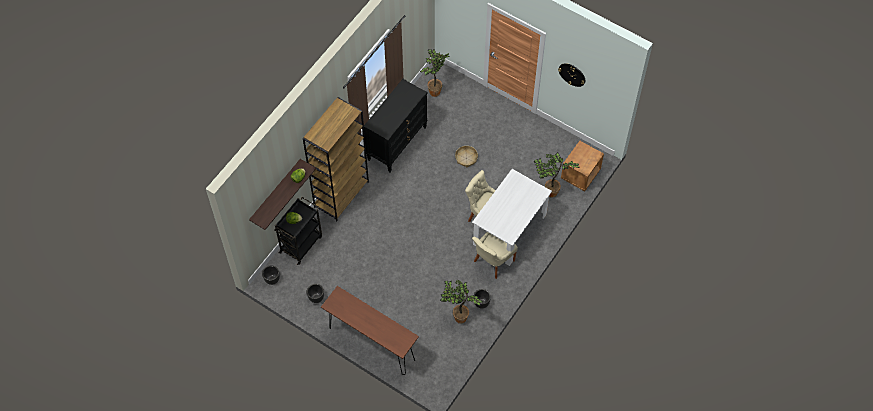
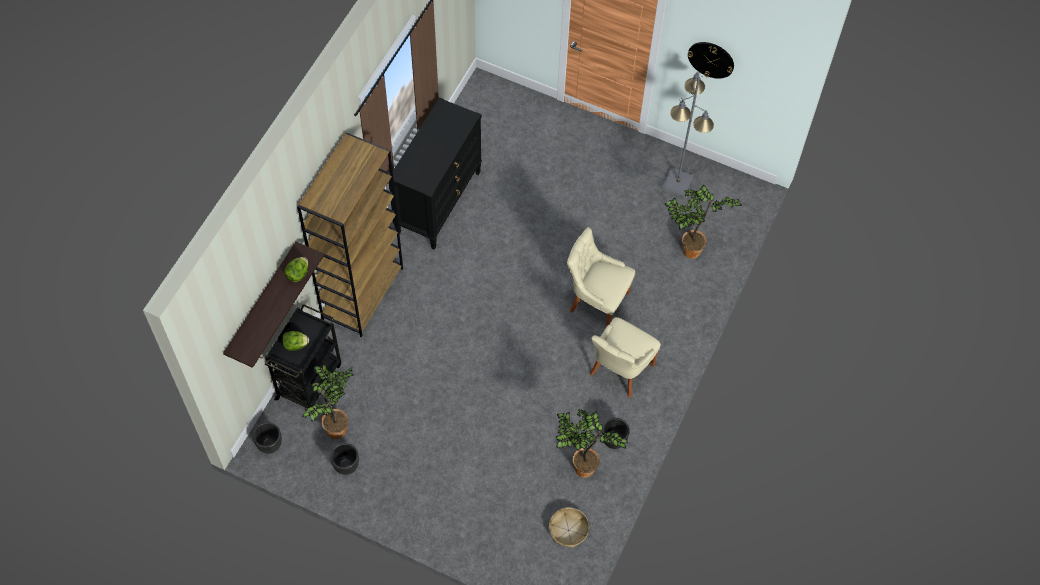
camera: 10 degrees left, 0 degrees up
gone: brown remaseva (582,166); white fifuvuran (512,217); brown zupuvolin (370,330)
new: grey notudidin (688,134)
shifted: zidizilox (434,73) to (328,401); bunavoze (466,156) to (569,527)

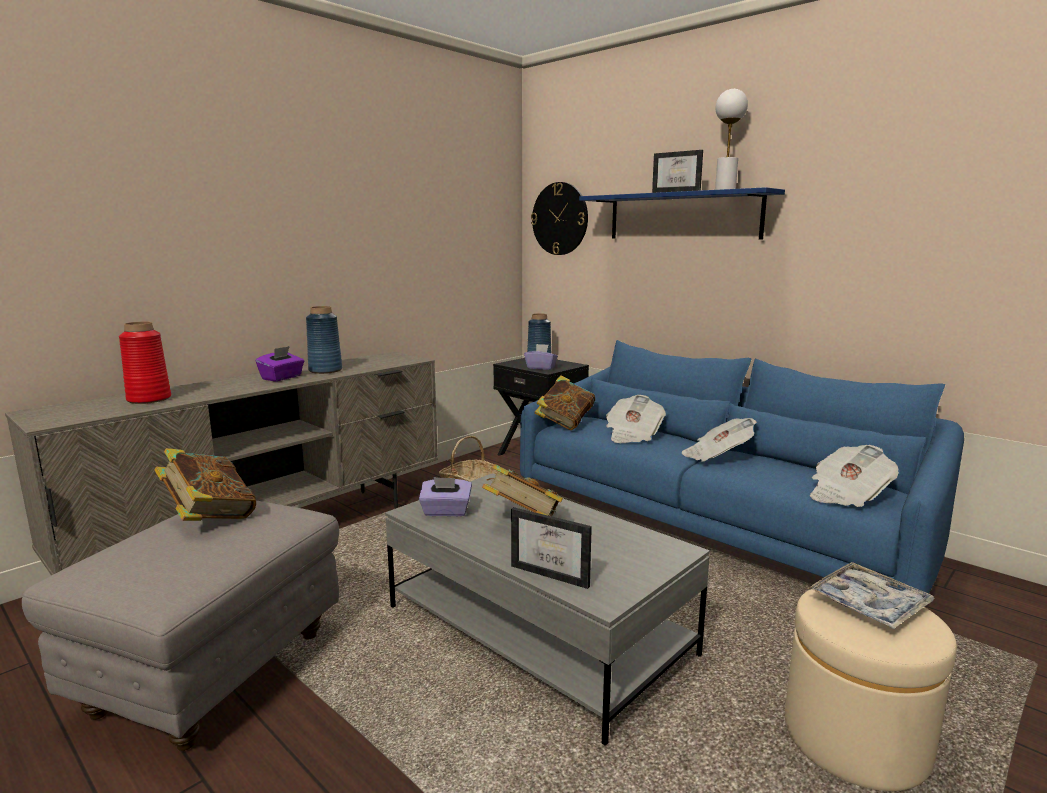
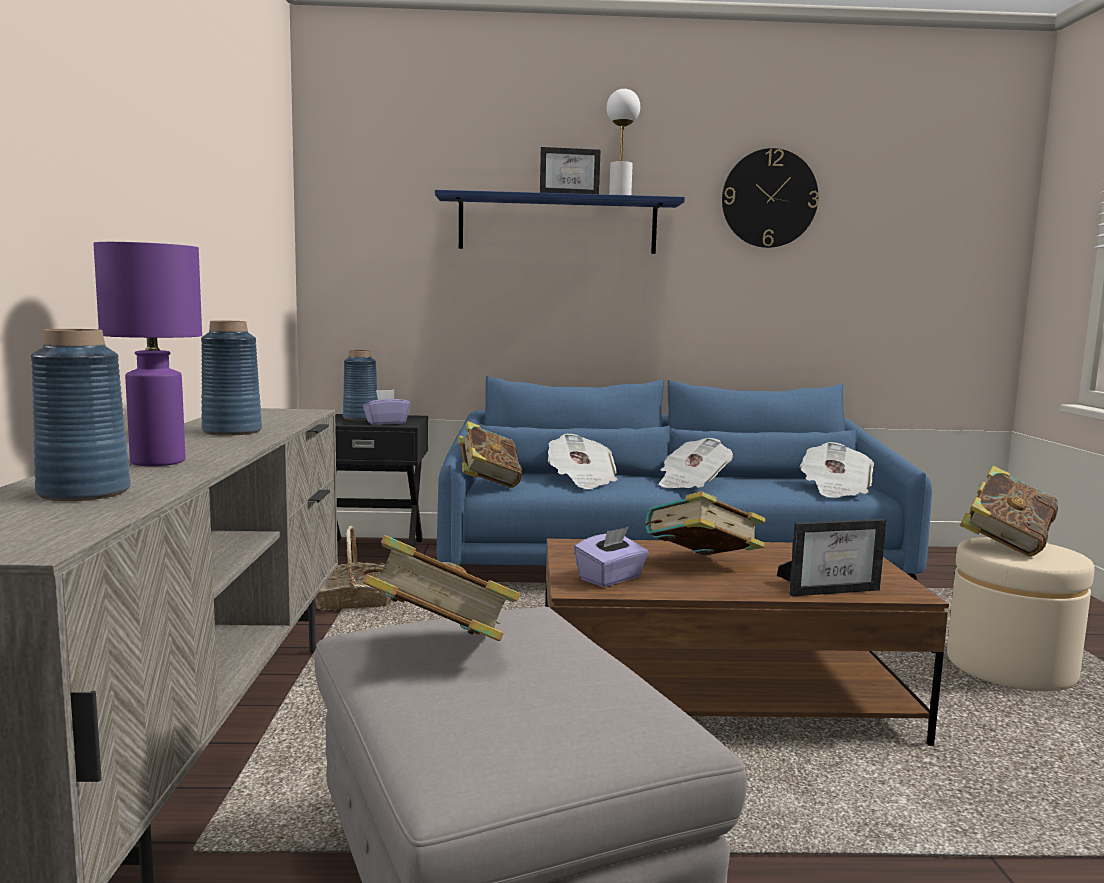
camera: 45 degrees left, 5 degrees down
gone: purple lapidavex (280,363)
new: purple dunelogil (147,354)
shifted: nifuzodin (559,218) to (770,198)
swapped: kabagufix (870,595) to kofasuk (1009,511)
repainted: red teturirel (145,363) to blue teturirel (81,415); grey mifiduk (547,609) to brown mifiduk (747,642)

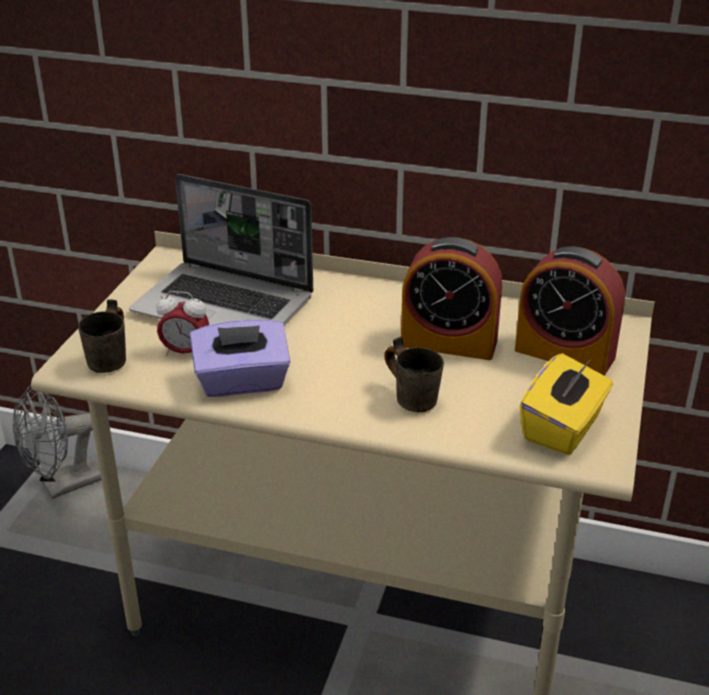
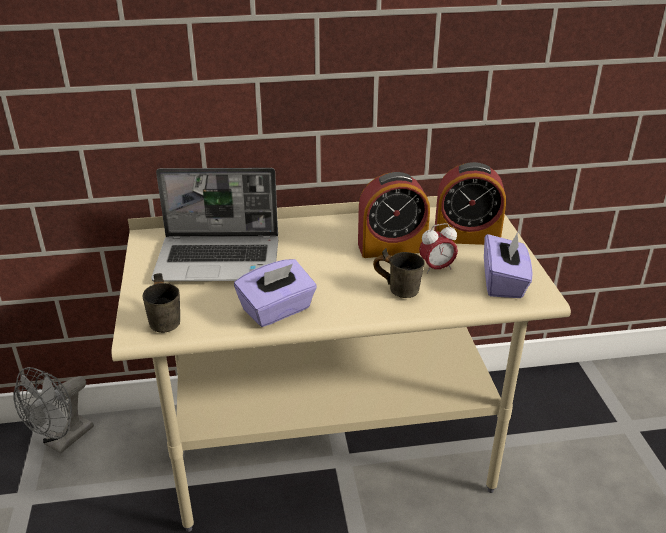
camera: 25 degrees left, 0 degrees up
shifted: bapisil (182,323) to (438,248)
repainted: yellow lapidavex (566,404) to purple lapidavex (508,265)

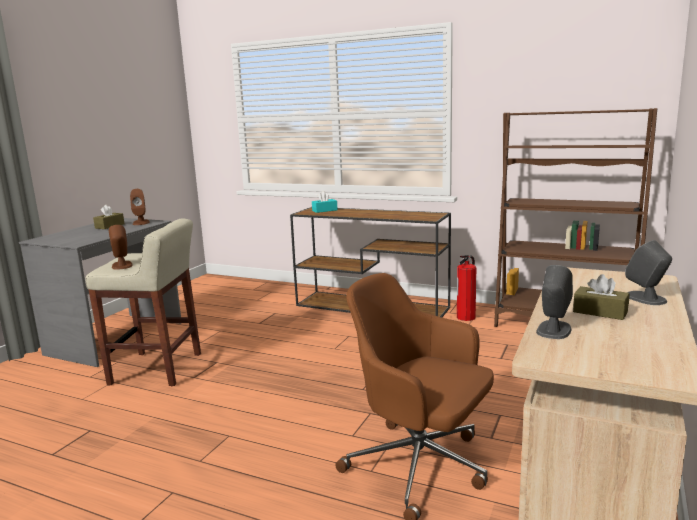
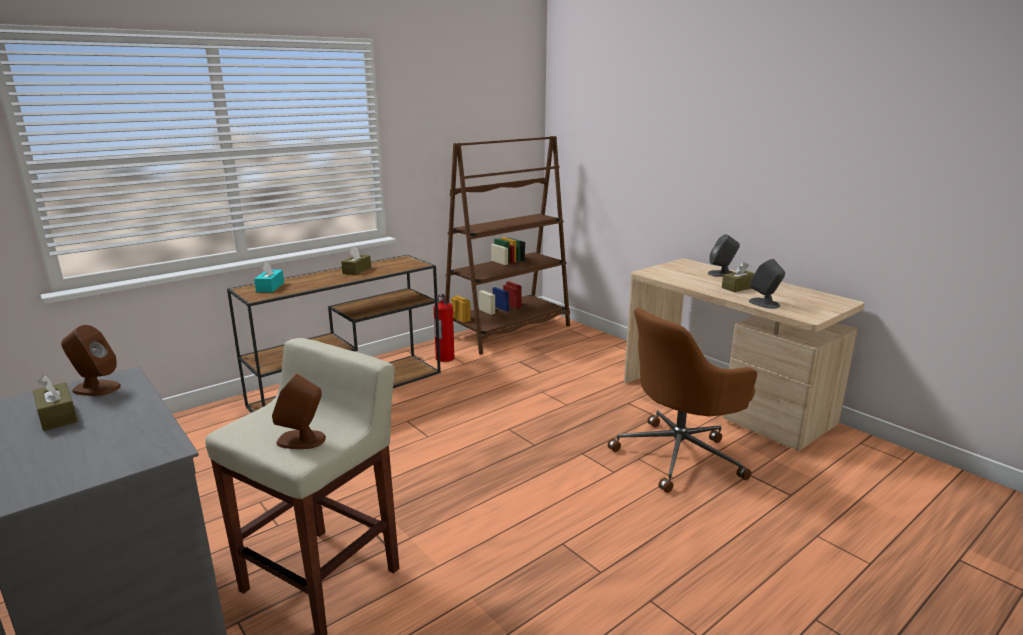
camera: 65 degrees left, 5 degrees up
new: brown lapidavex (356,260)

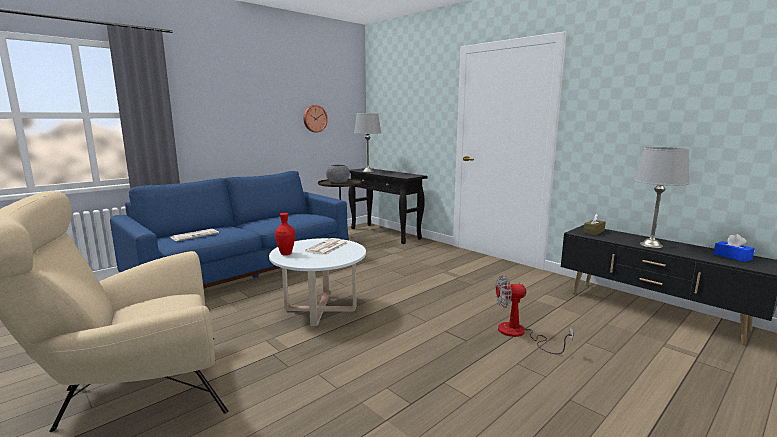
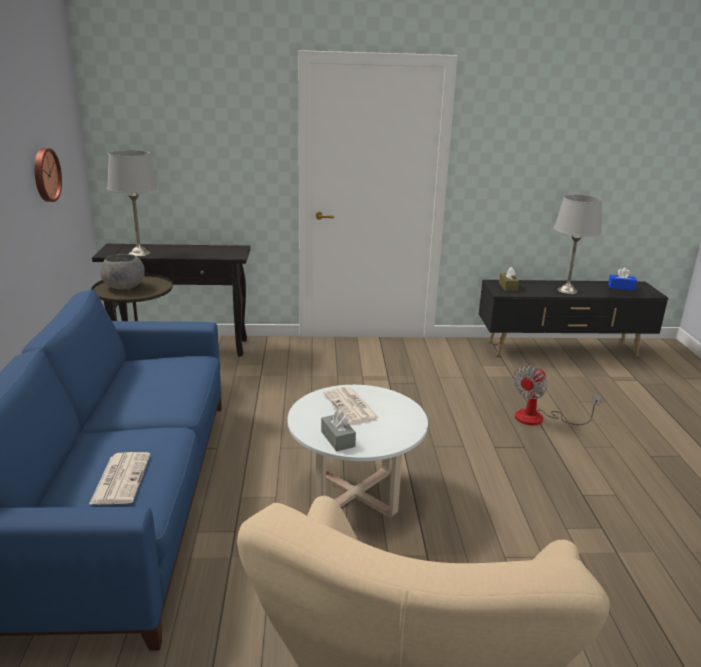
camera: 50 degrees left, 10 degrees up
swapped: red teturirel (285,234) to grey lapidavex (338,430)

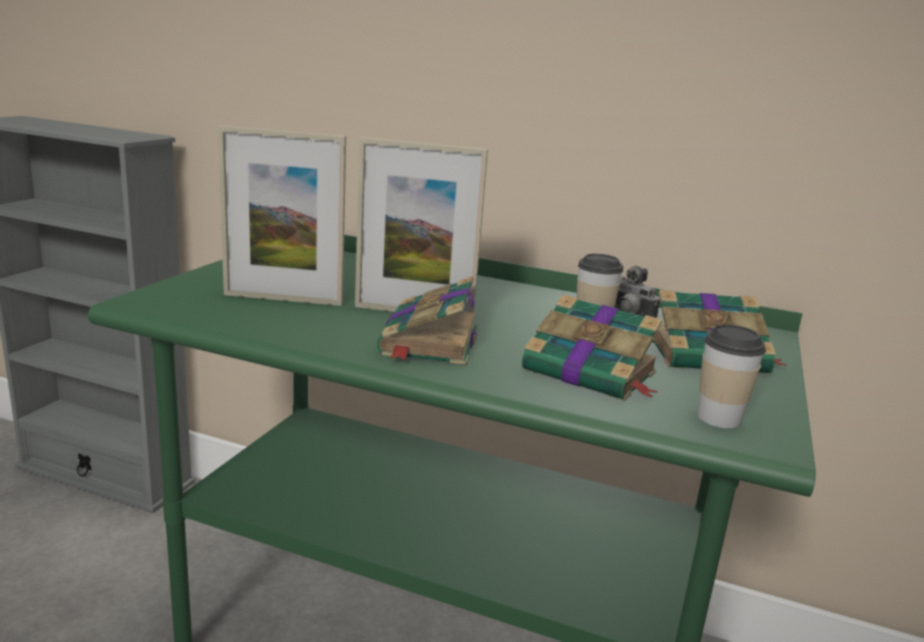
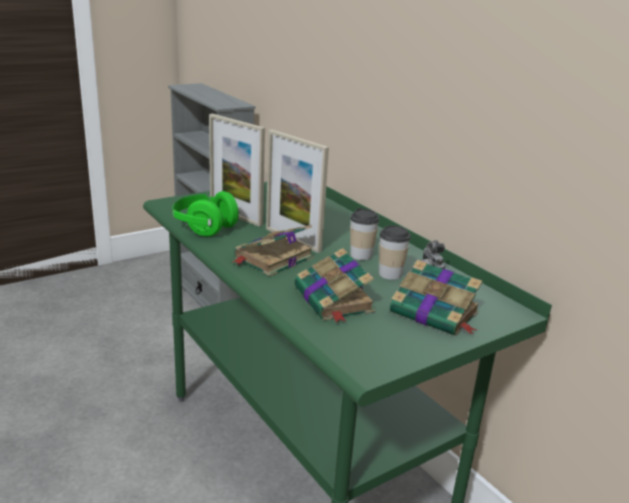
camera: 35 degrees right, 5 degrees up
new: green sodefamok (206,214)
shifted: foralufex (731,376) to (364,234)

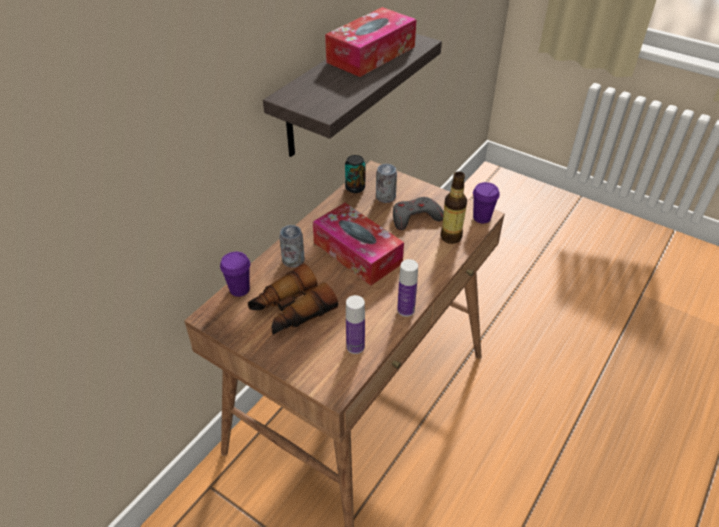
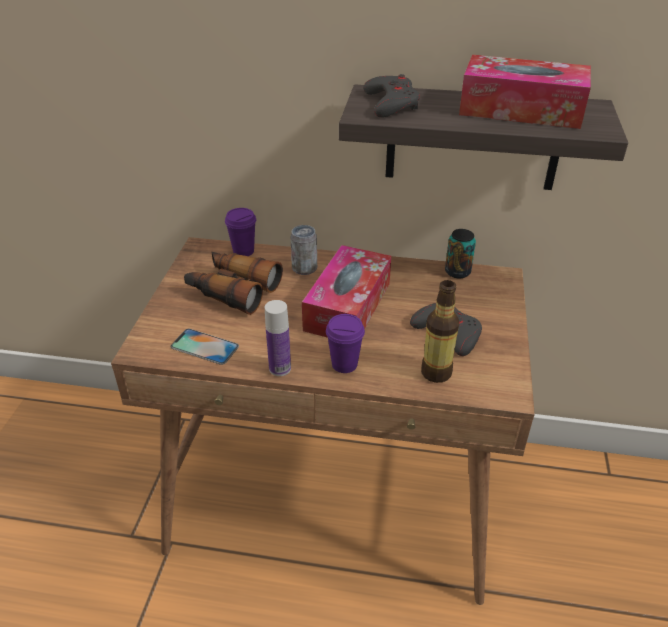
camera: 65 degrees right, 5 degrees down
gone: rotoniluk (386,183)
new: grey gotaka (391,96)
shifted: purple foralufex (486,202) to (345,343)
swapped: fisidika (355,324) to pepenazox (205,347)

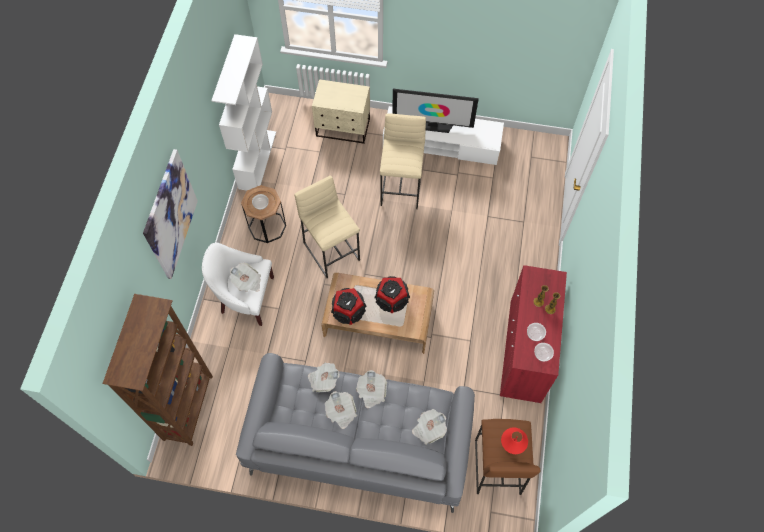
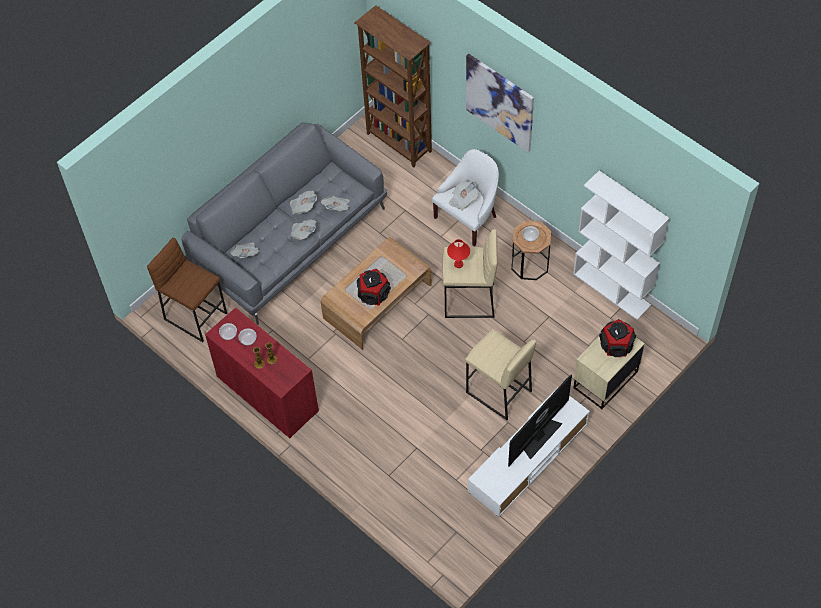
camera: 125 degrees right, 5 degrees down
shifted: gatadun (348,306) to (617,338); red dunelogil (514,440) to (458,253)

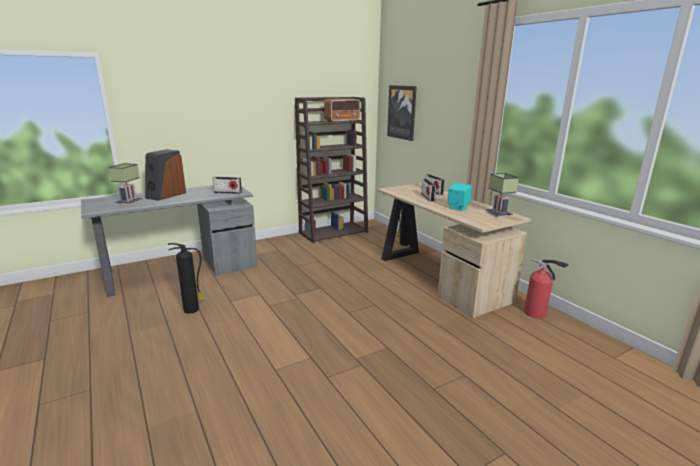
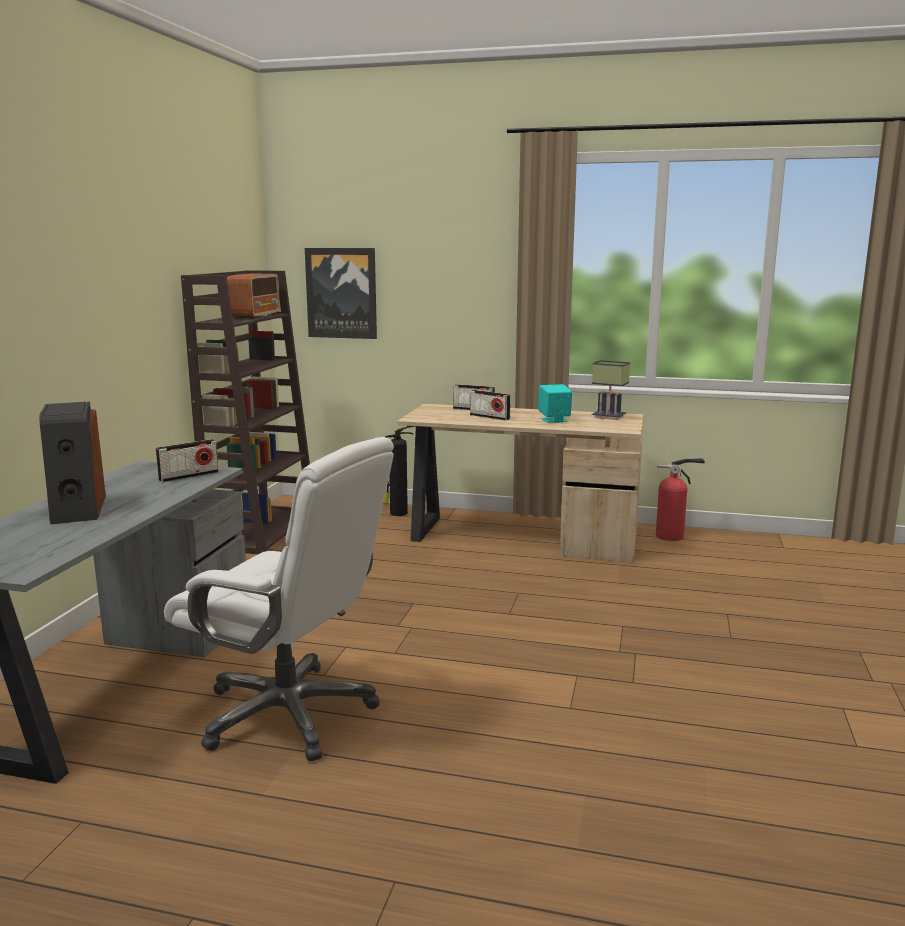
camera: 45 degrees left, 5 degrees down
gone: dunelogil (125,184)
swapped: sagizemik (186,278) to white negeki (279,599)

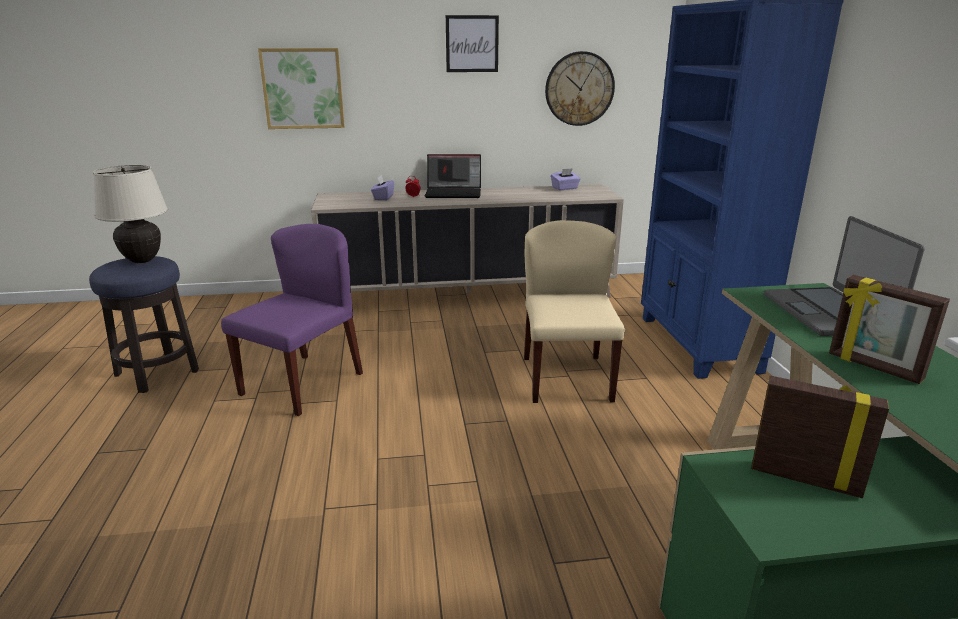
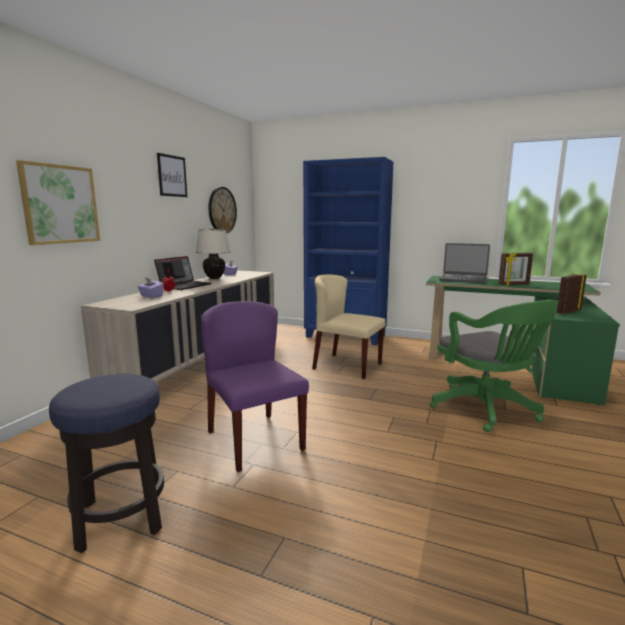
camera: 60 degrees left, 10 degrees down
new: green negeki (494,366)
shifted: beige dunelogil (130,214) to (213,254)

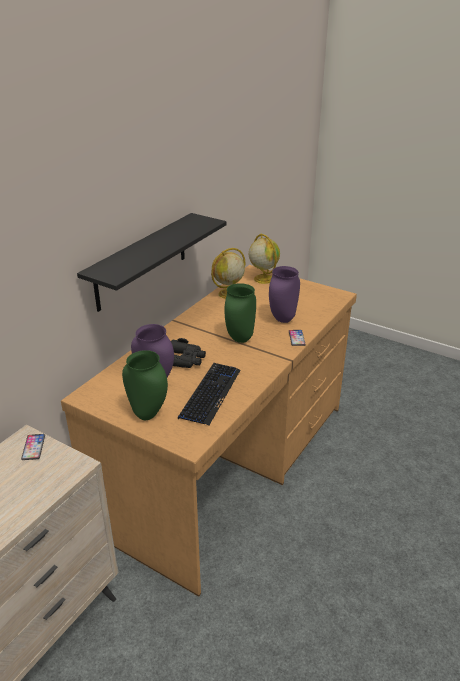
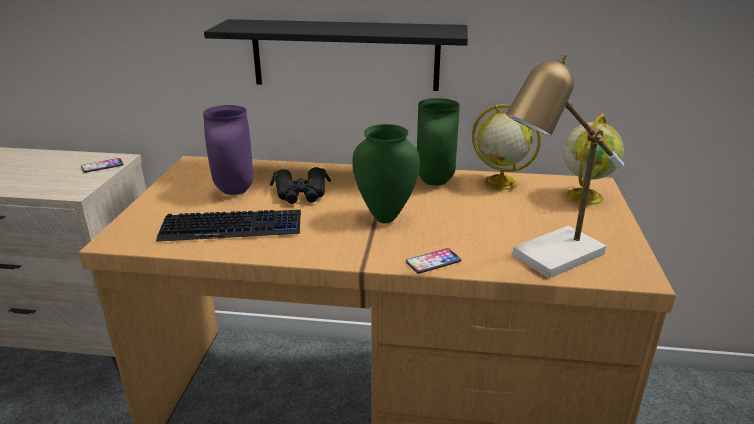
camera: 65 degrees right, 5 degrees down
gone: purple teturirel (284,294)
new: dunelogil (565,166)
shifted: green teturirel (145,385) to (438,141)

